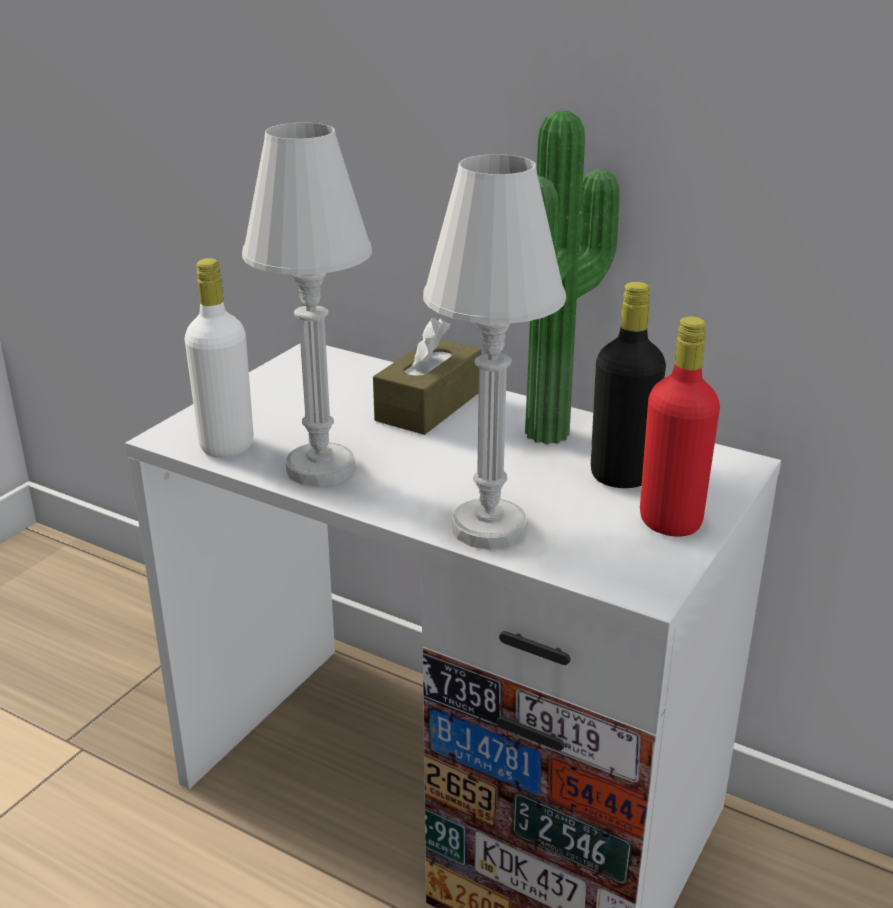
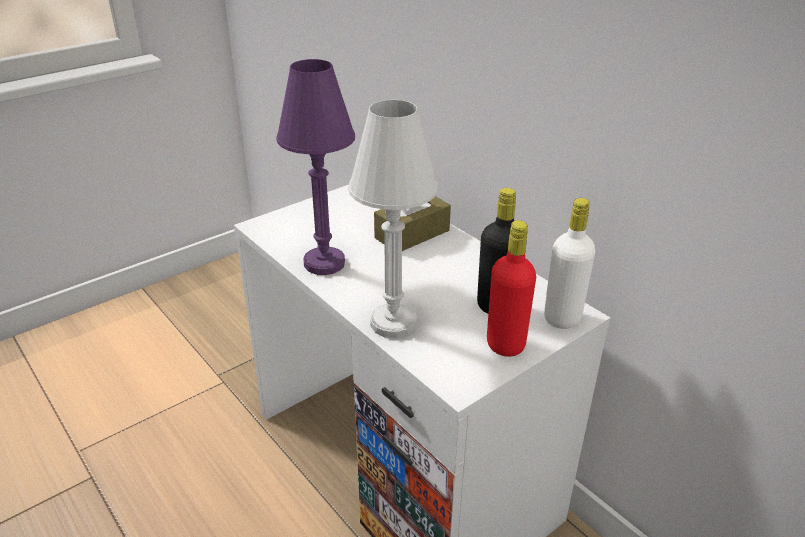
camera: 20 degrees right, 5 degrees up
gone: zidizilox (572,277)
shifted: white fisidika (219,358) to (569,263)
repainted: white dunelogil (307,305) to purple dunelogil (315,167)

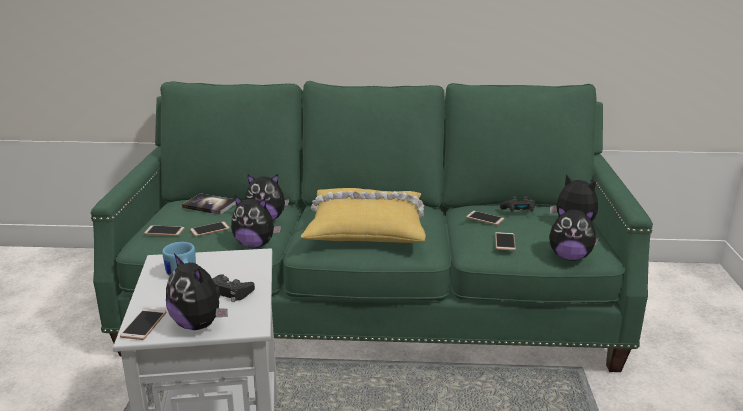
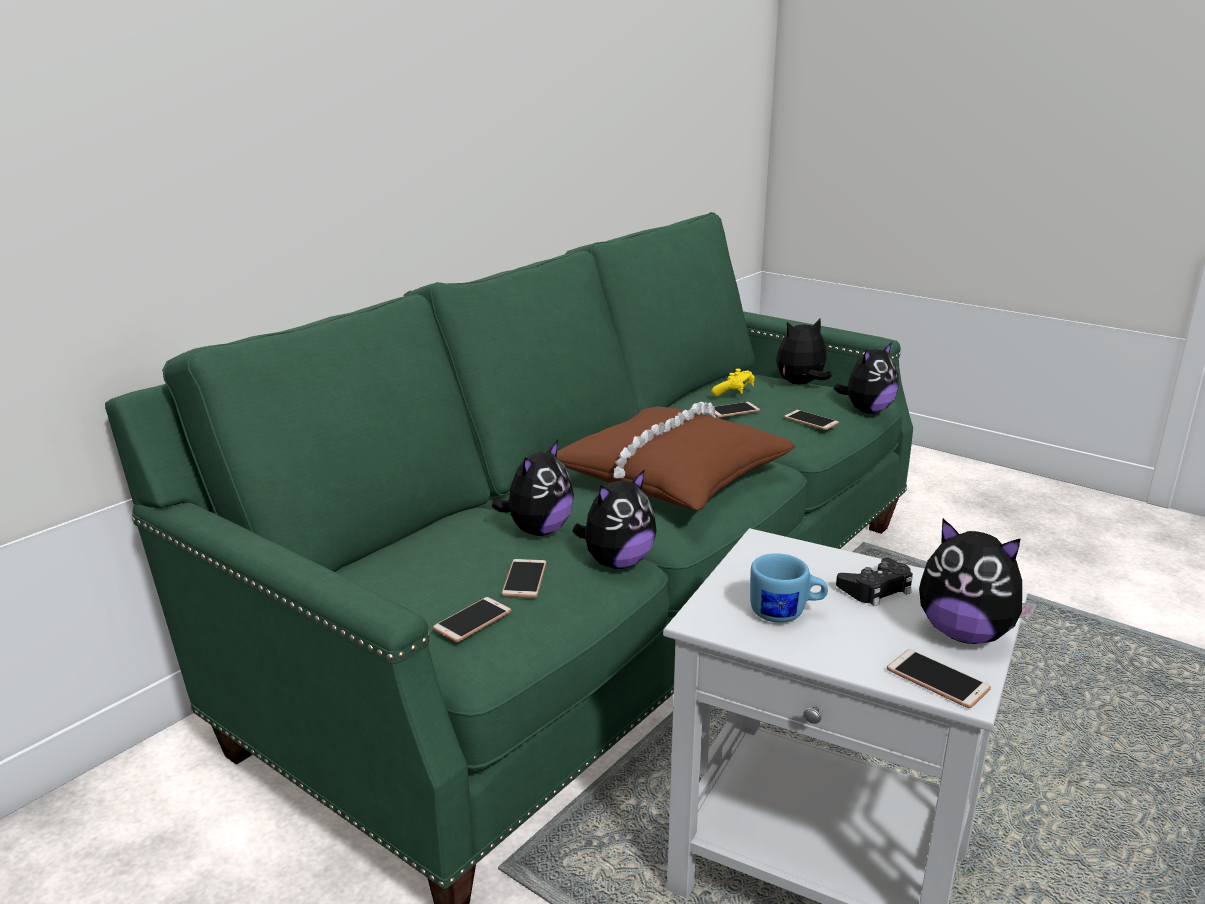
camera: 55 degrees left, 0 degrees up
gone: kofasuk (209,204)
repainted: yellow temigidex (363,215) to brown temigidex (676,456); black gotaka (517,204) to yellow gotaka (733,382)
rotated: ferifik (197,292) = (978,581) 45 degrees clockwise

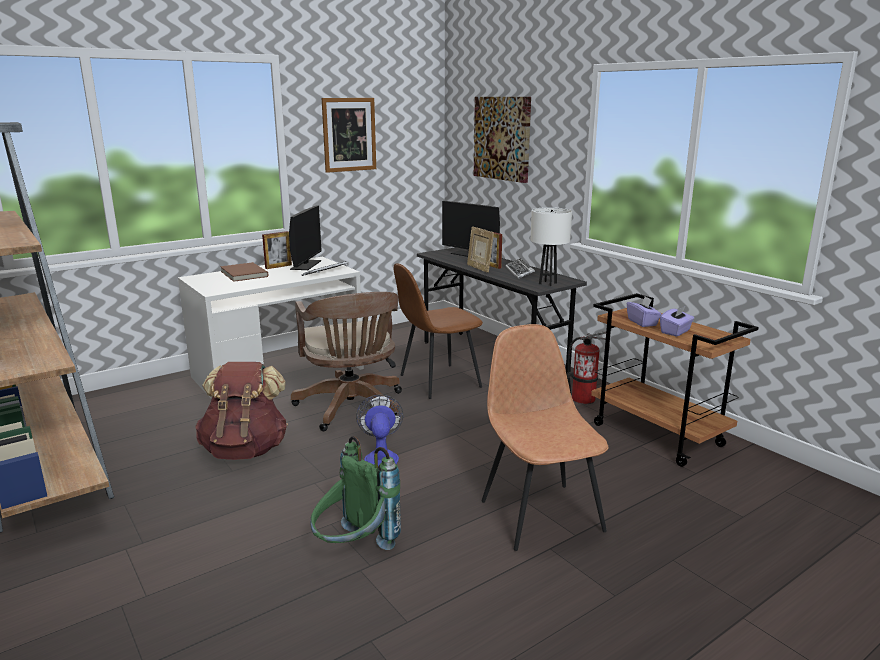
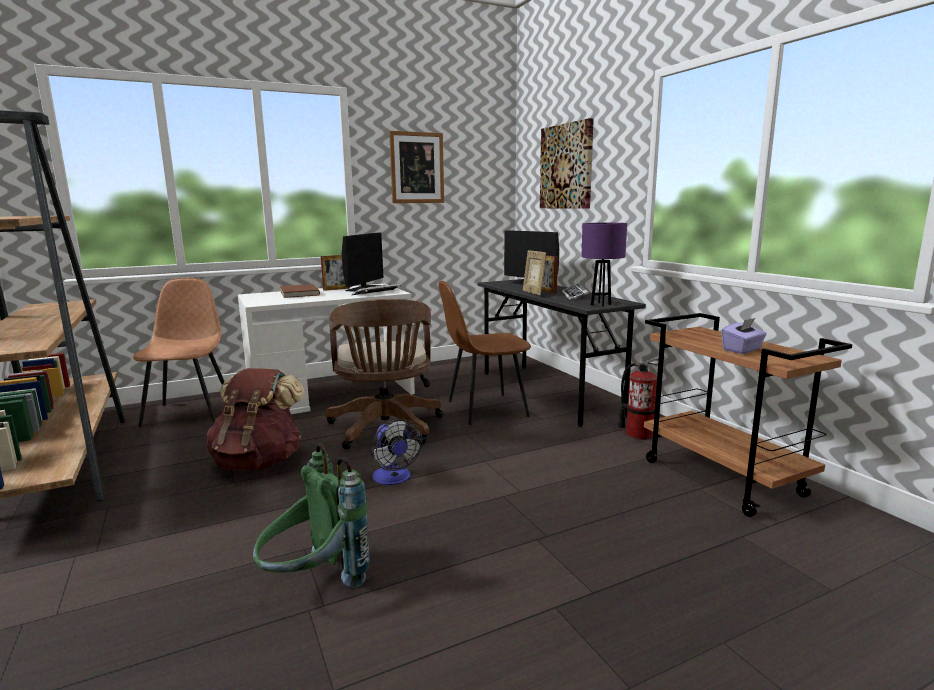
camera: 10 degrees right, 5 degrees down
gone: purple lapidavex (644,311)
shifted: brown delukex (545,437) to (179,352)
repainted: white dunelogil (551,246) to purple dunelogil (604,264)
rotated: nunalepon (379,430) = (397,452) 150 degrees clockwise

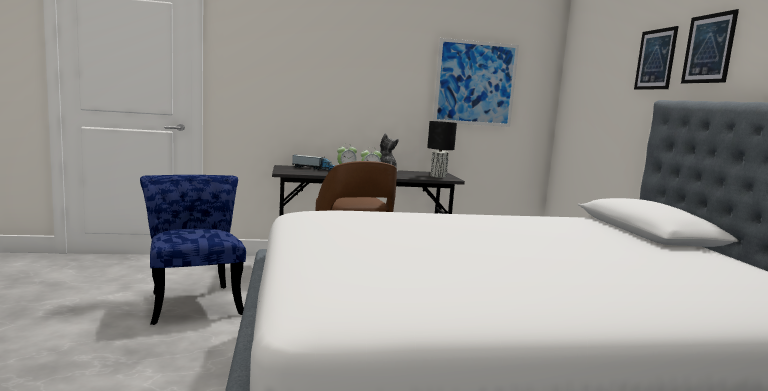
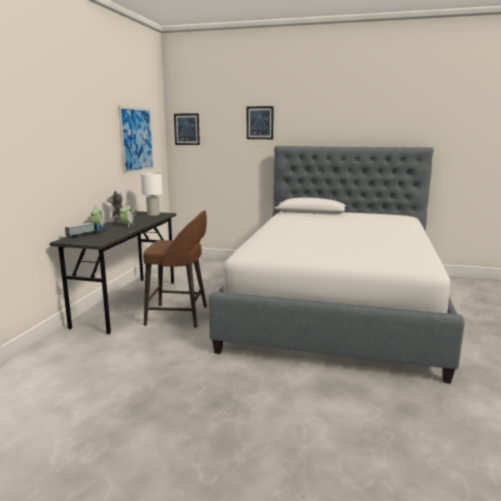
camera: 65 degrees left, 5 degrees up
gone: blue delukex (193,250)
shifted: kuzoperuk (710,46) to (187,129)
repainted: black dunelogil (442,149) to white dunelogil (151,194)

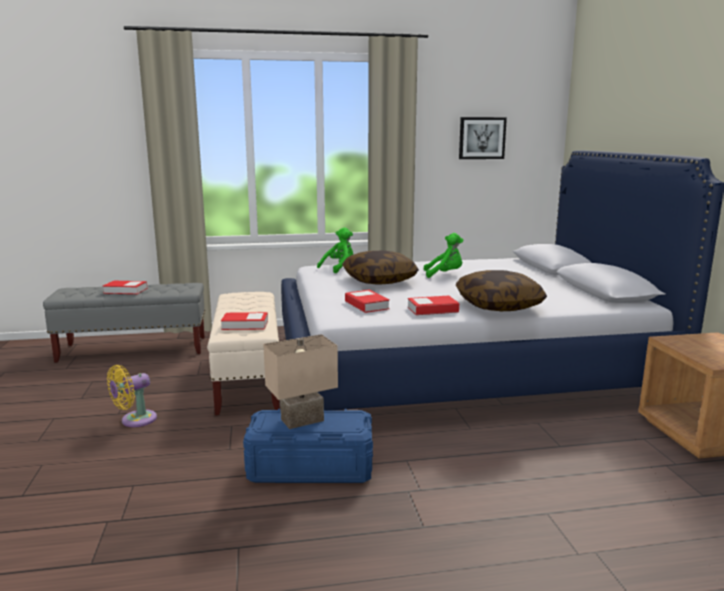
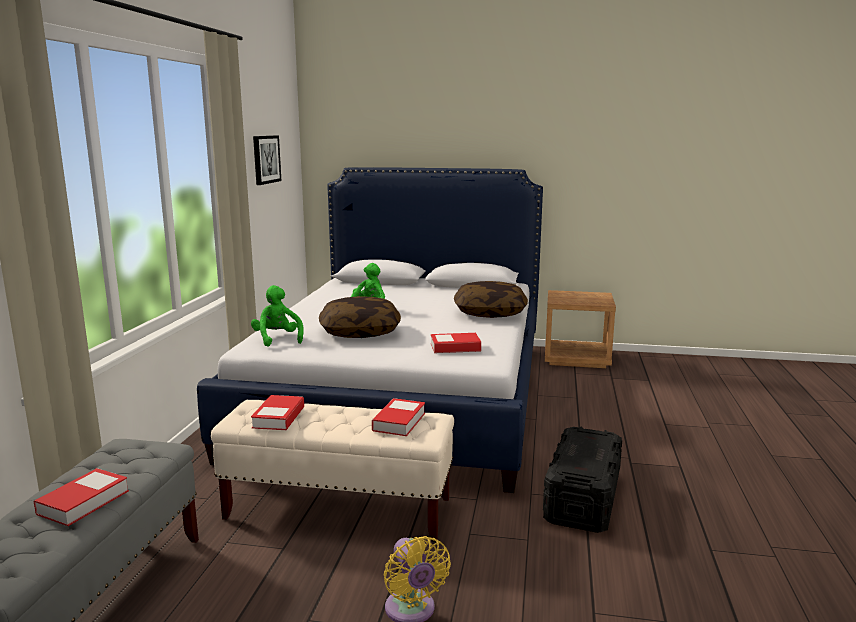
camera: 70 degrees left, 0 degrees up
gone: beige dunelogil (300,381)
shifted: kofasuk (433,305) to (277,412)
repainted: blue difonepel (308,446) to black difonepel (582,480)

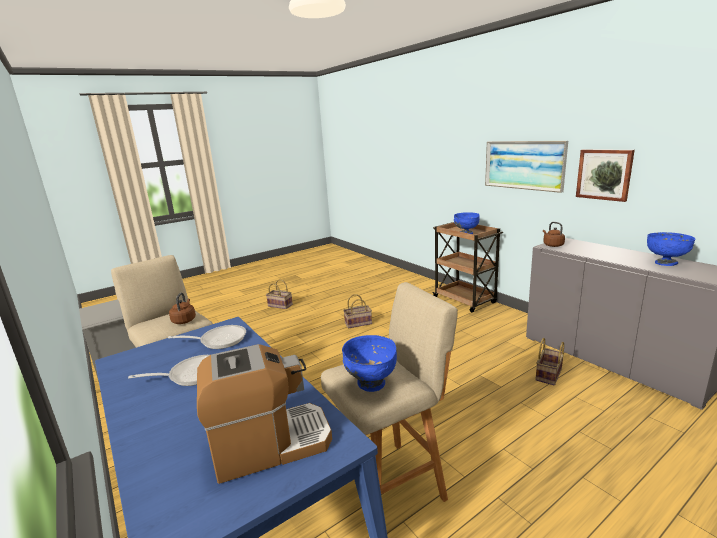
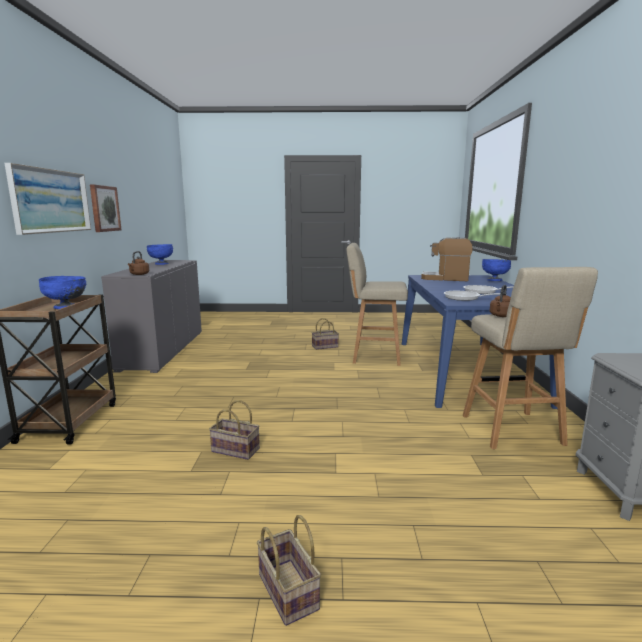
camera: 145 degrees left, 5 degrees down
shifted: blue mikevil (369,363) to (496,270); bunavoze (549,361) to (325,334)

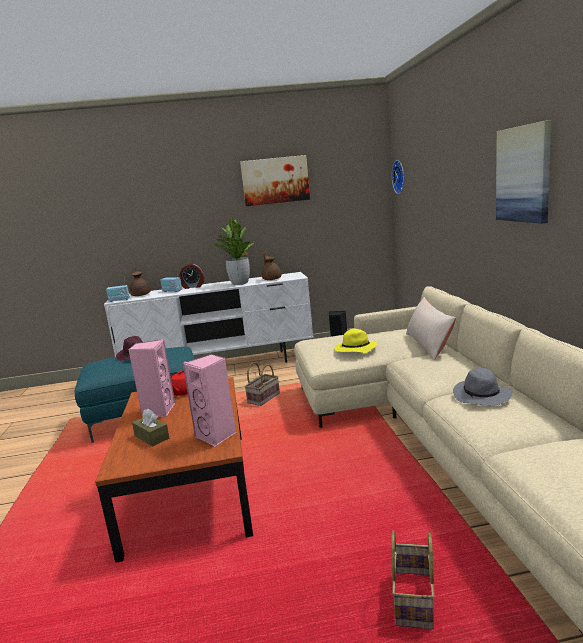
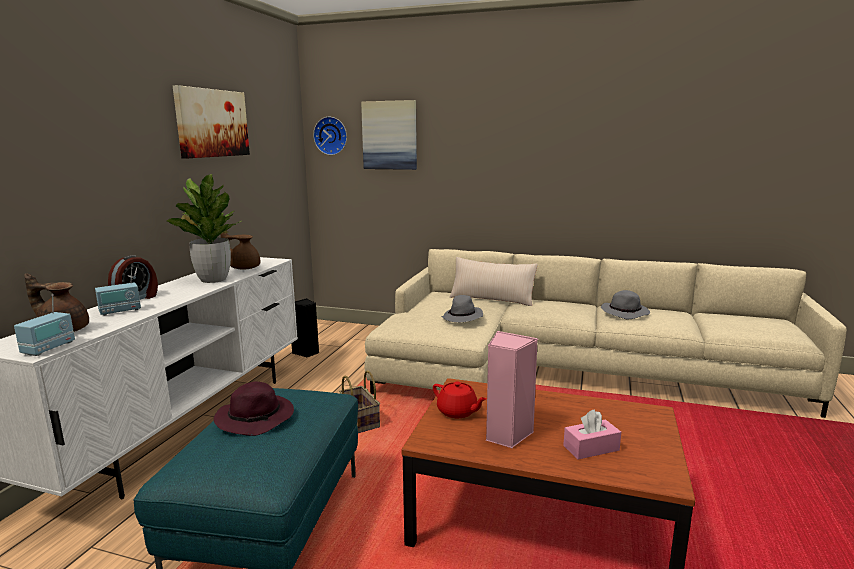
camera: 65 degrees left, 0 degrees up
gone: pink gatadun (209,400); bunavoze (412,579)
shifted: kuzoperuk (524,172) to (389,135)
repainted: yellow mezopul (355,341) to grey mezopul (462,308); brown lapidavex (150,427) to pink lapidavex (592,434)

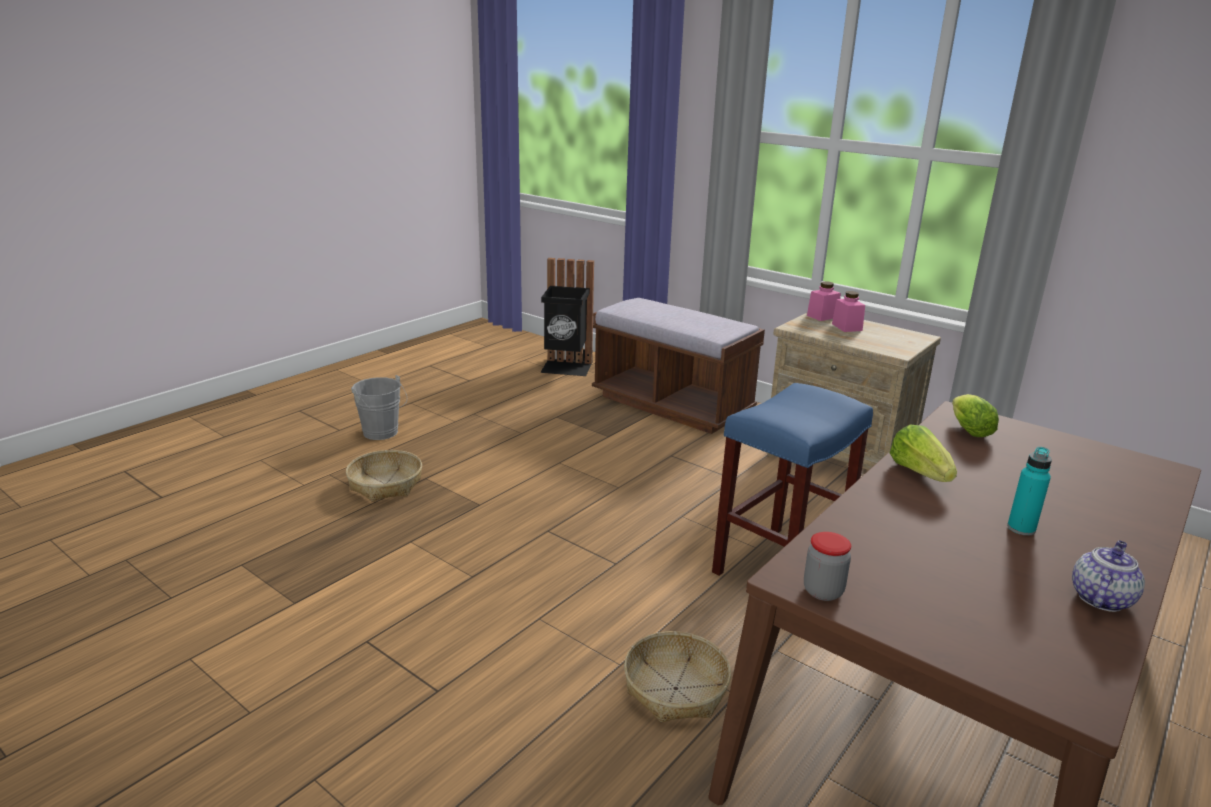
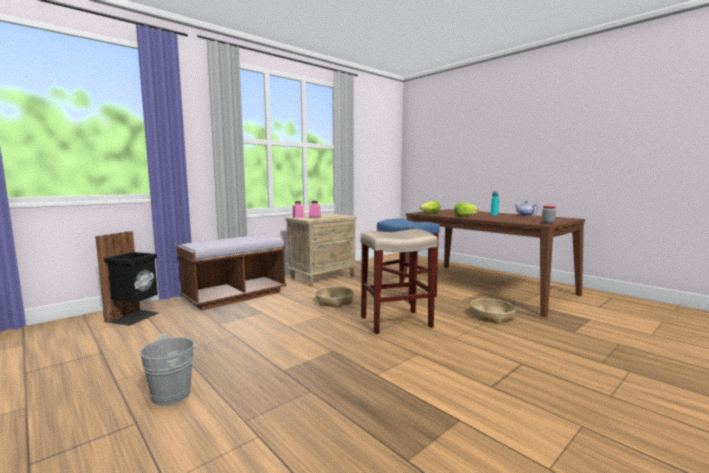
camera: 80 degrees left, 15 degrees down
new: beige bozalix (399,281)
shifted: bunavoze (384,475) to (335,297)

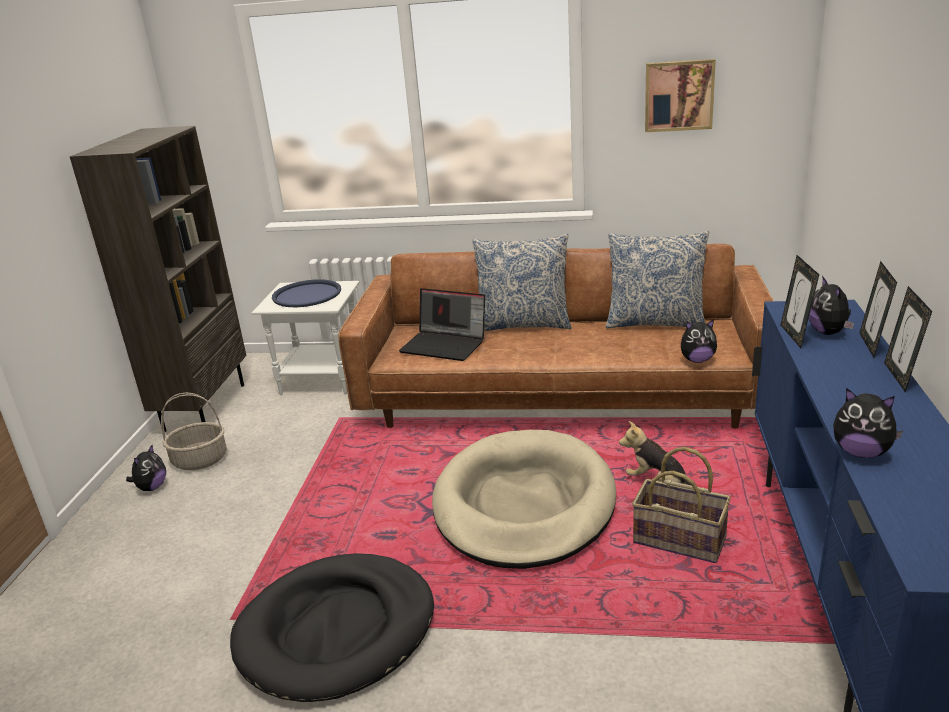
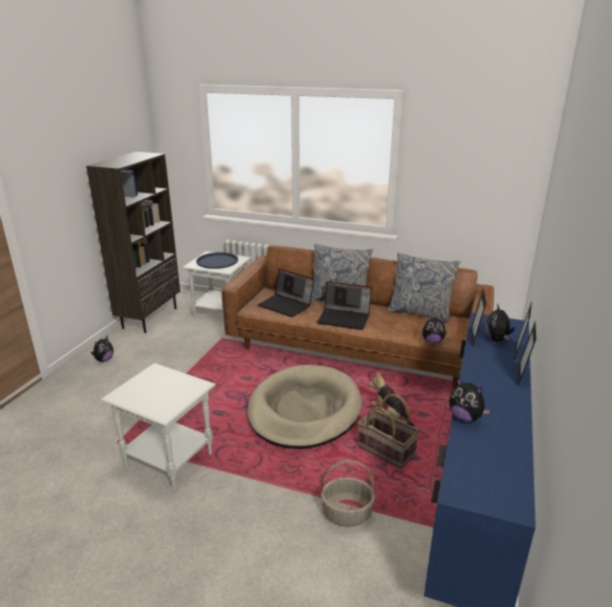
camera: 10 degrees right, 0 degrees up
gone: kuzoperuk (680,95)
new: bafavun (344,305)
shifted: bunavoze (194,431) to (348,493)
swapped: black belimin (332,627) to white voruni (158,426)

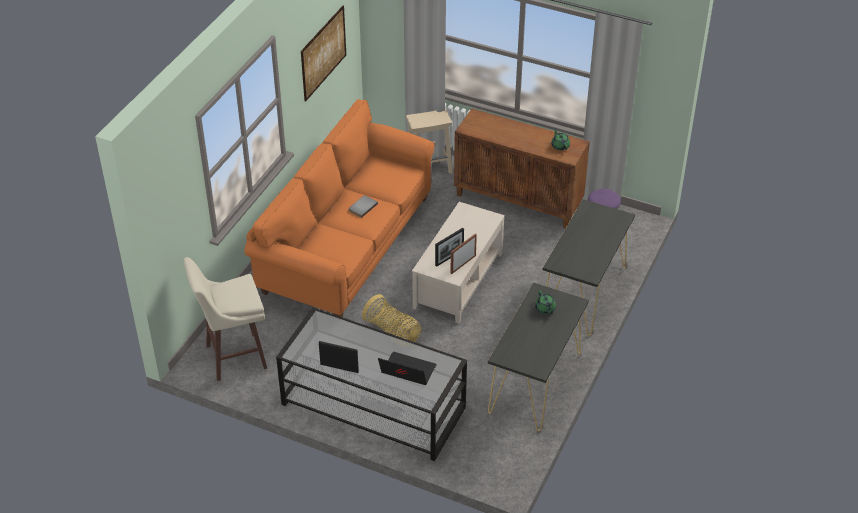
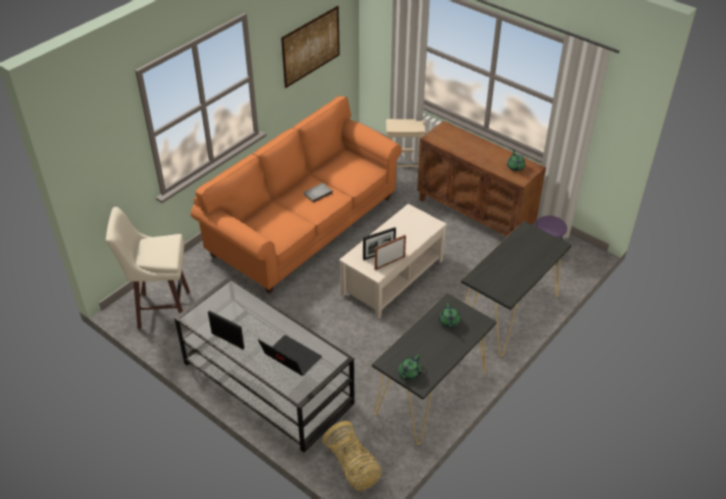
camera: 15 degrees right, 0 degrees up
new: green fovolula (409,367)
shifted: bunavoze (391,318) to (352,456)

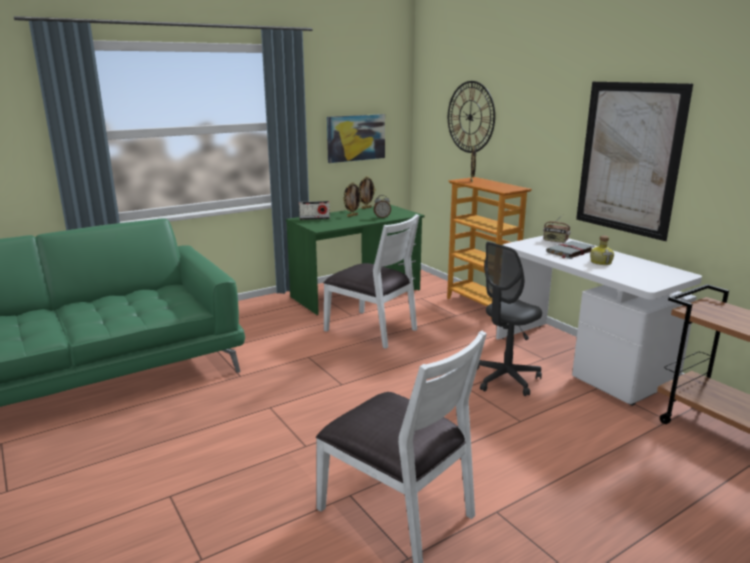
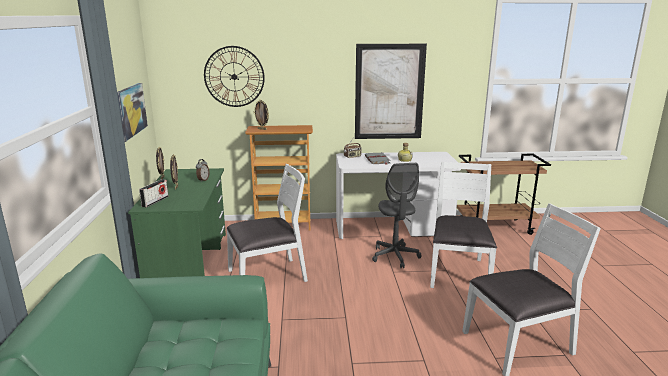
camera: 60 degrees left, 0 degrees up
new: white delukex (463,225)

